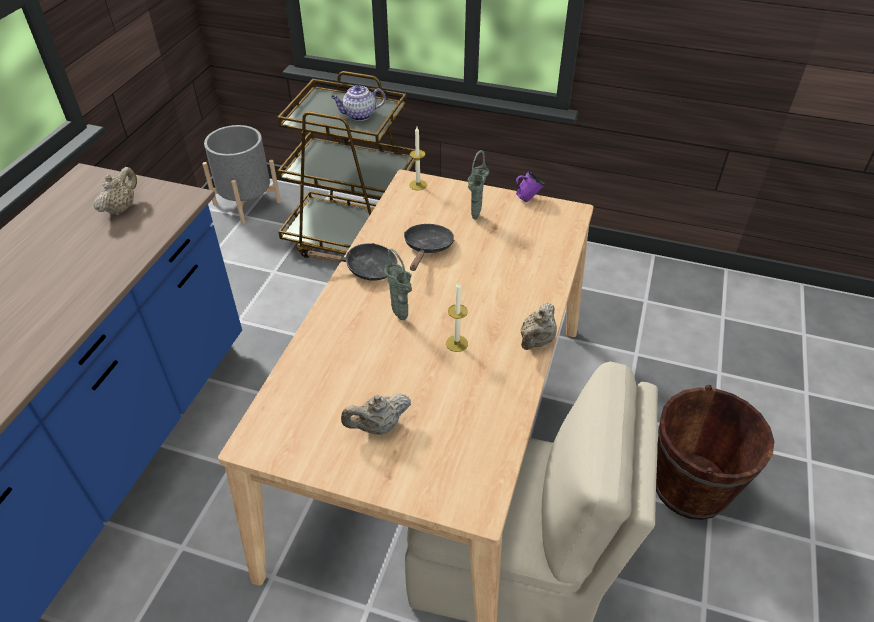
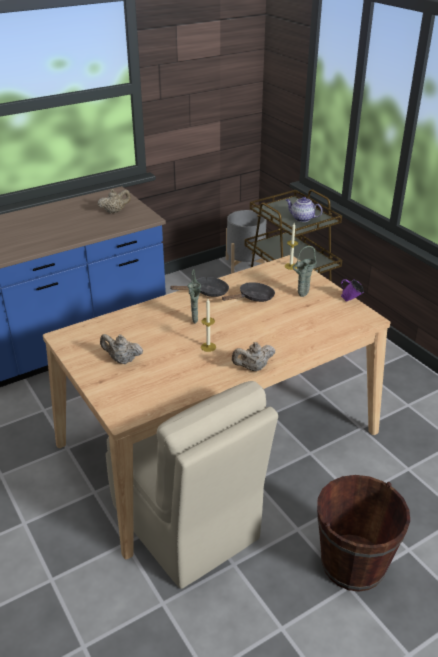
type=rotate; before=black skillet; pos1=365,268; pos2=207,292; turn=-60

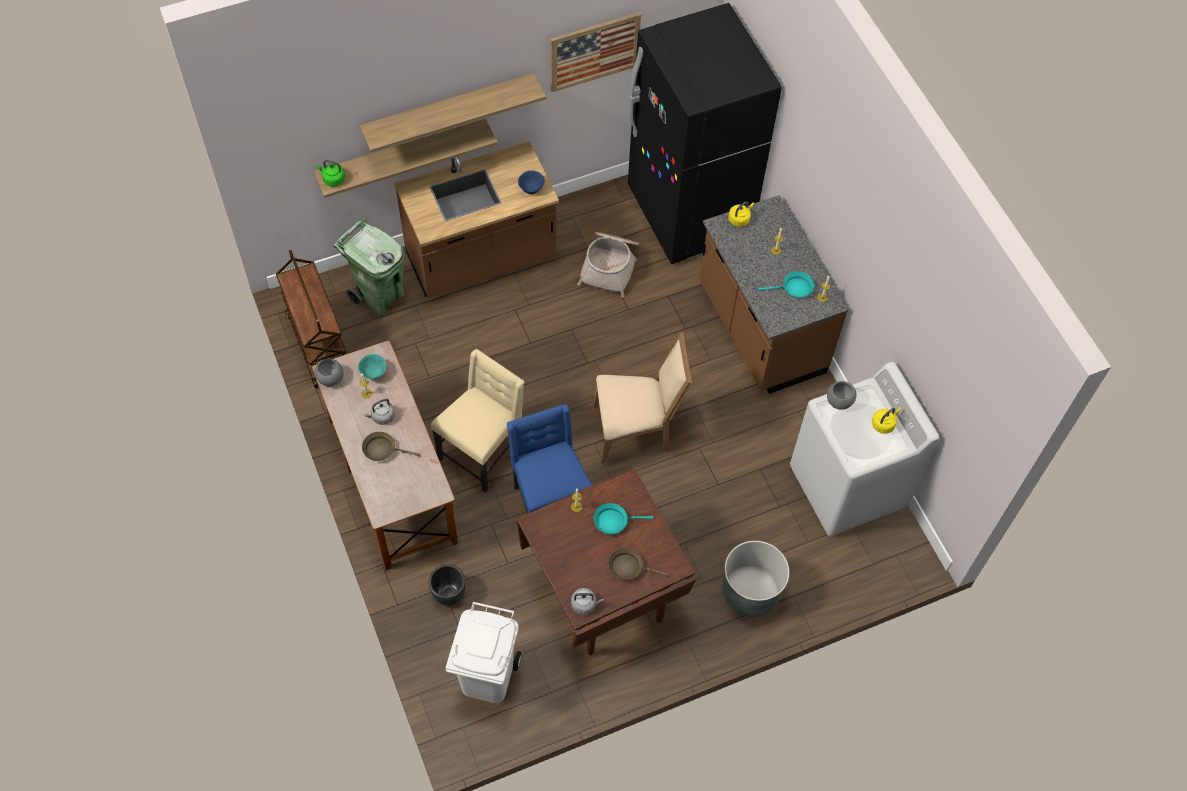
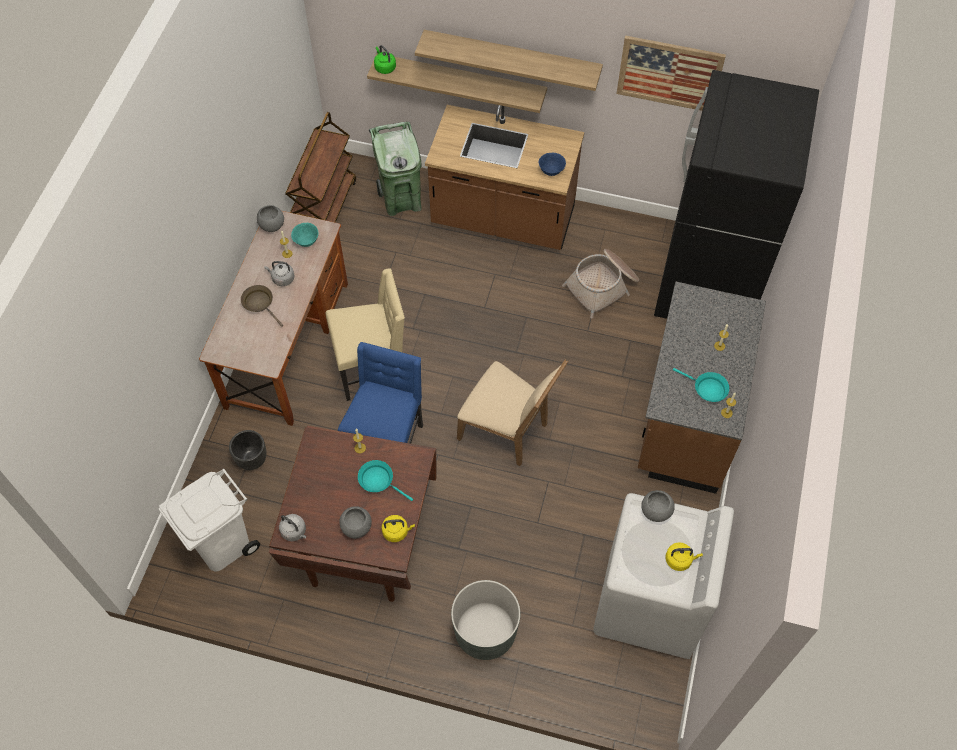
type=move; before=yellow-coloured kettle; pos1=739,219; pos2=397,531
type=replace; before=brown skillet; after=greyish deep dish; pos1=628,567; pos2=356,527

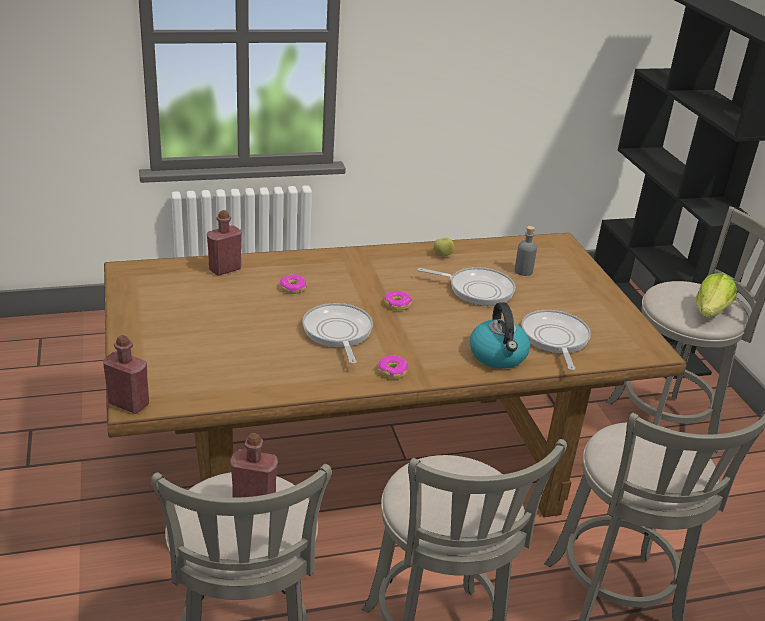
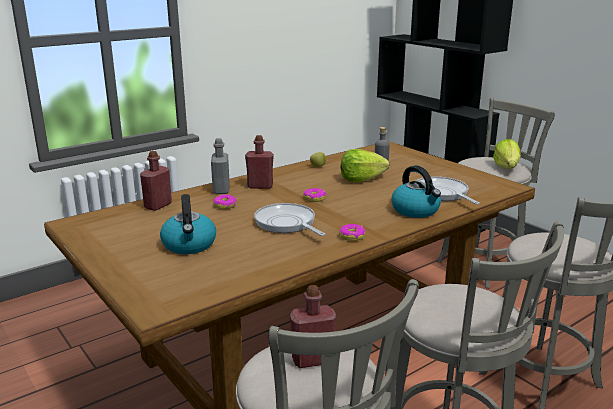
type=replace; before=skillet; after=lettuce head; pos1=477,289; pos2=361,179
type=move; before=red bottle; pos1=129,404; pos2=260,186
type=insert; after=greyish bottle; pos2=221,190
type=insert; after=kettle; pos2=189,245

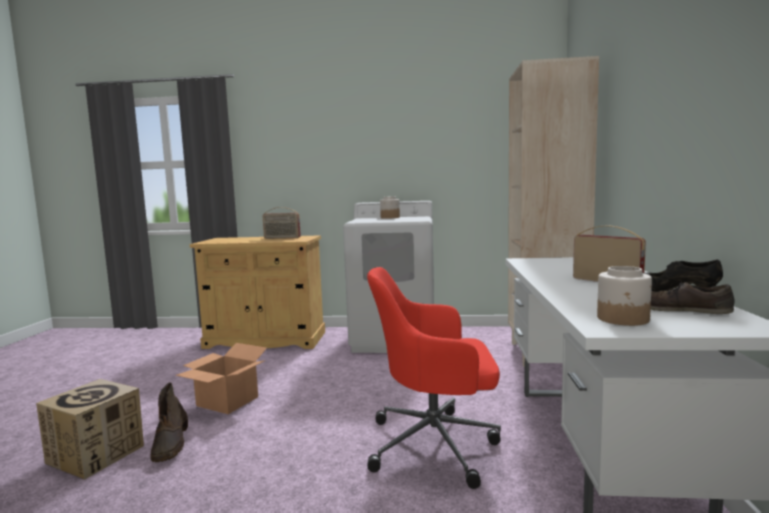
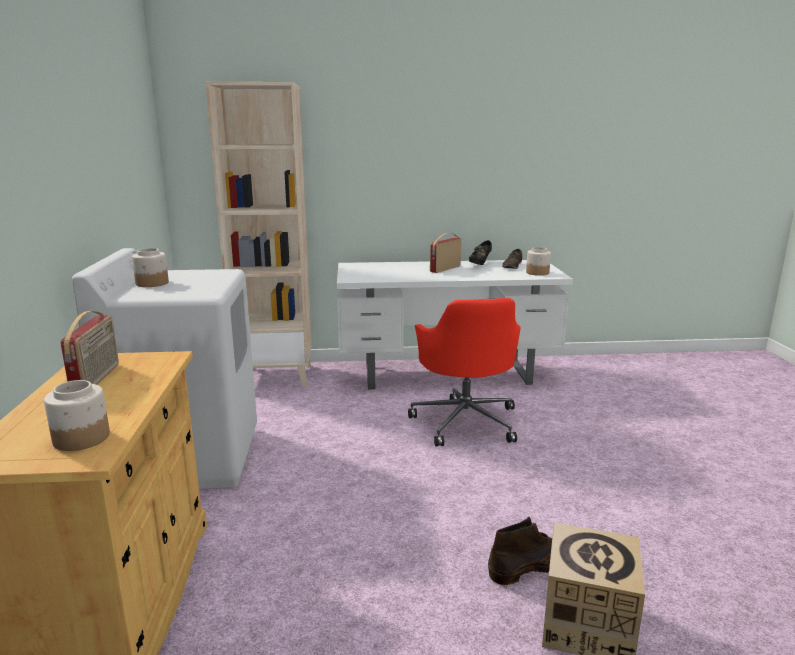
type=delete; before=packing box; pos1=228,401
type=insert; after=preserve jar; pos2=81,439

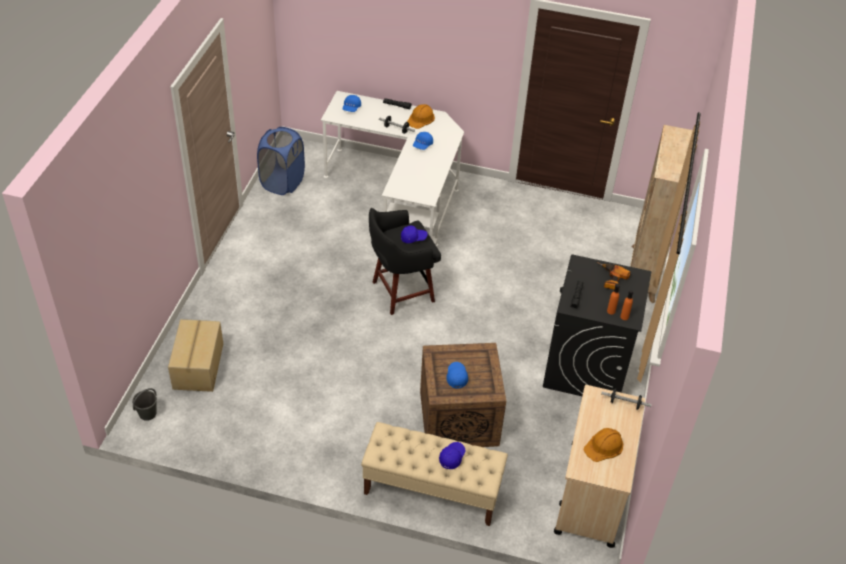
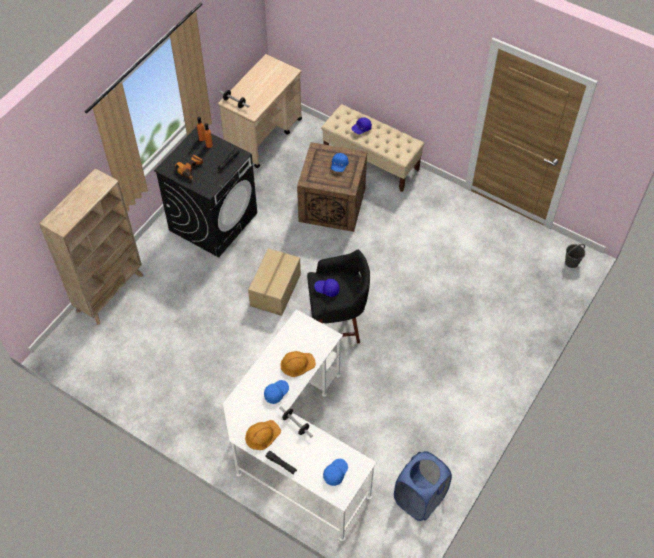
type=move; before=packing box; pos1=197,366; pos2=276,290
type=move; before=orange hard hat; pos1=604,446; pos2=297,363

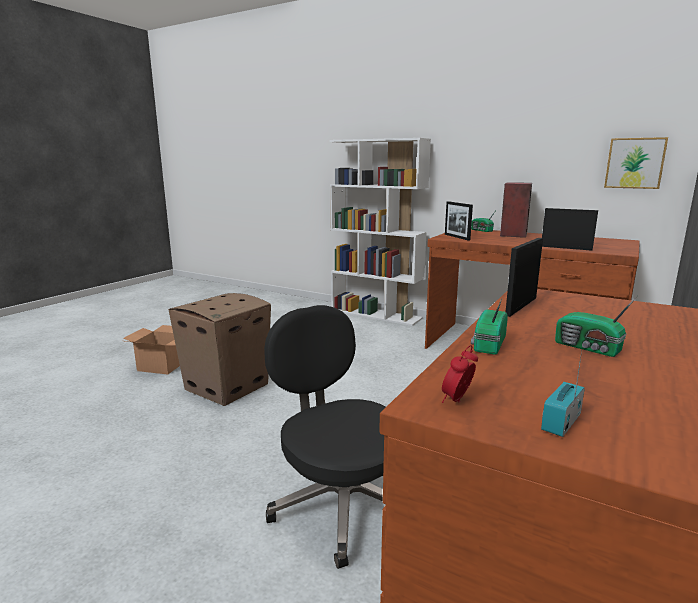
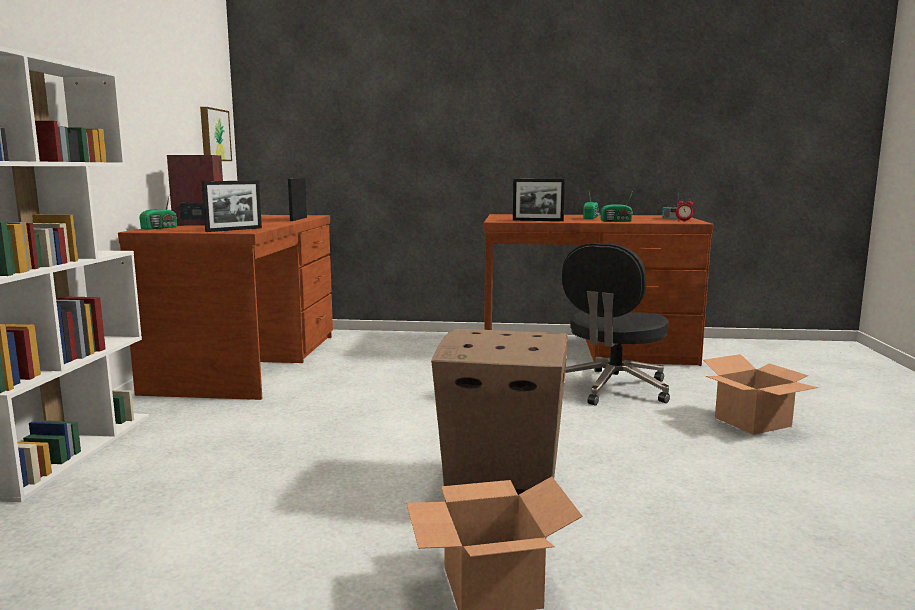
type=insert; after=packing box; pos2=753,421

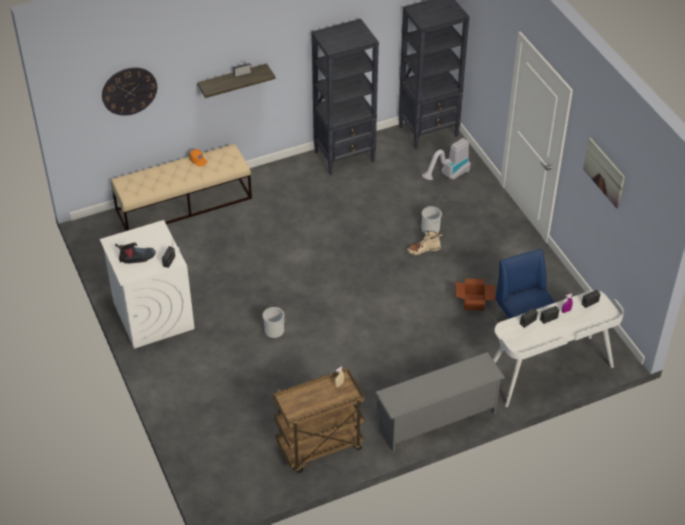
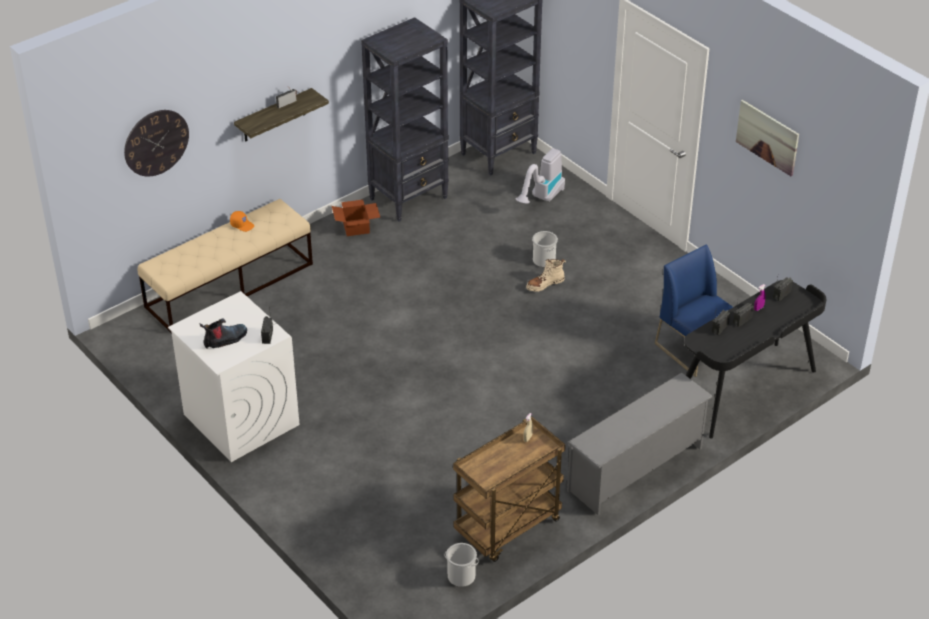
type=move; before=packing box; pos1=474,302; pos2=357,227
type=recolor; before=white desk; after=black desk; pos1=550,371; pos2=745,390
type=move; before=water bucket; pos1=274,331; pos2=461,576

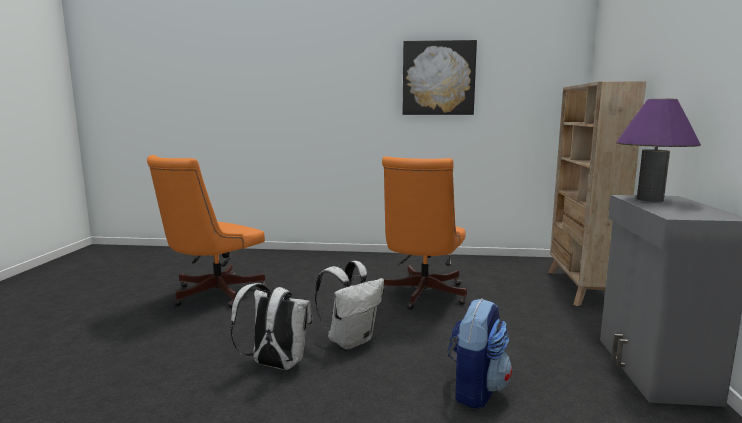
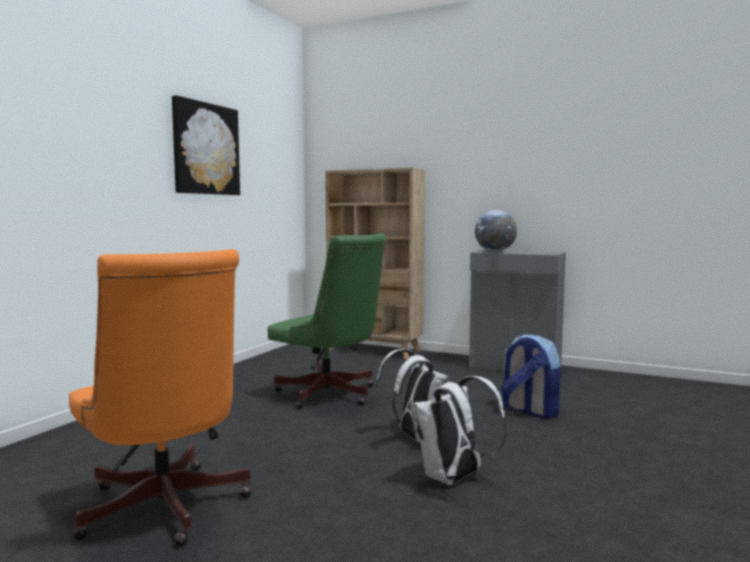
type=replace; before=purplish table lamp; after=desk globe; pos1=650,199; pos2=495,251
type=recolor; before=orange desk chair; after=green-coloured desk chair; pos1=421,295; pos2=331,395

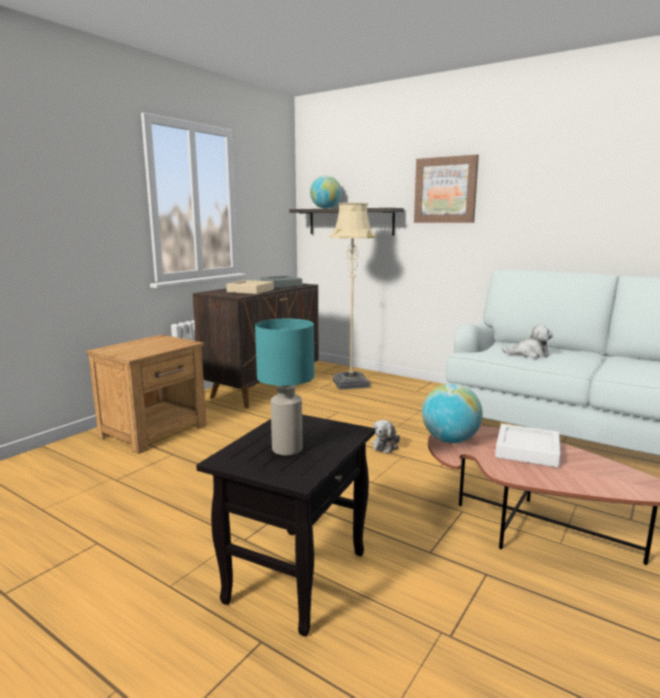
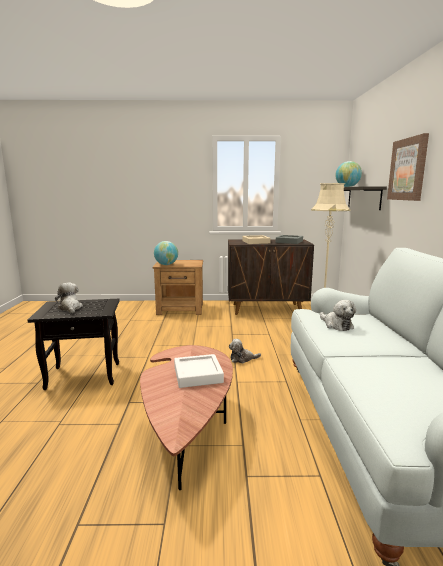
type=replace; before=turquoise-coloured table lamp; after=plush toy; pos1=288,449; pos2=70,308
type=move; before=desk globe; pos1=450,440; pos2=166,265

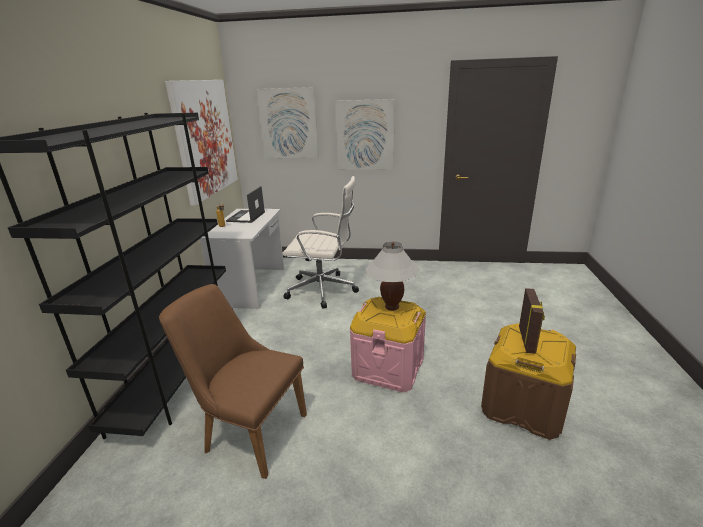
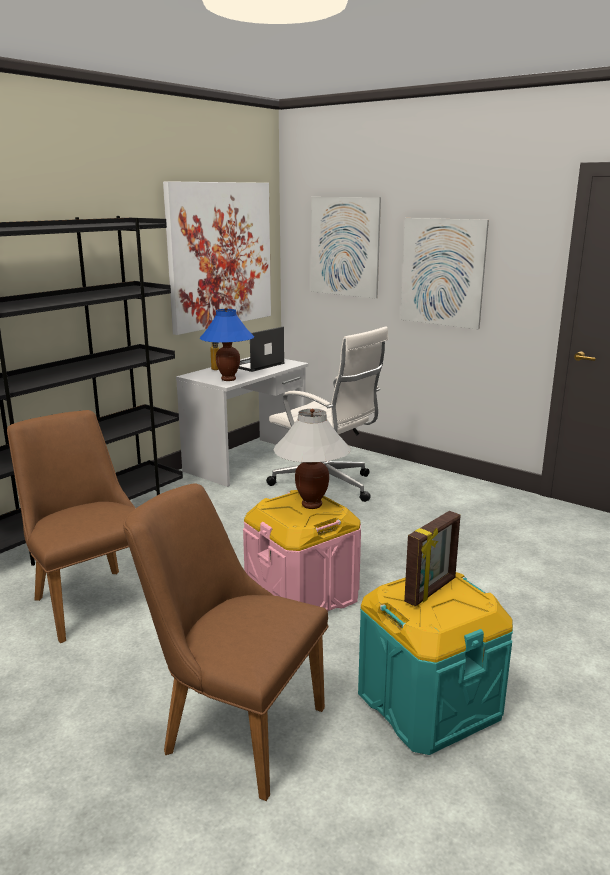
type=recolor; before=brown storage container; after=turquoise-coloured storage container; pos1=523,406; pos2=428,703
type=insert; after=bluish table lamp; pos2=228,379
type=insert; after=brown upright chair; pos2=231,726

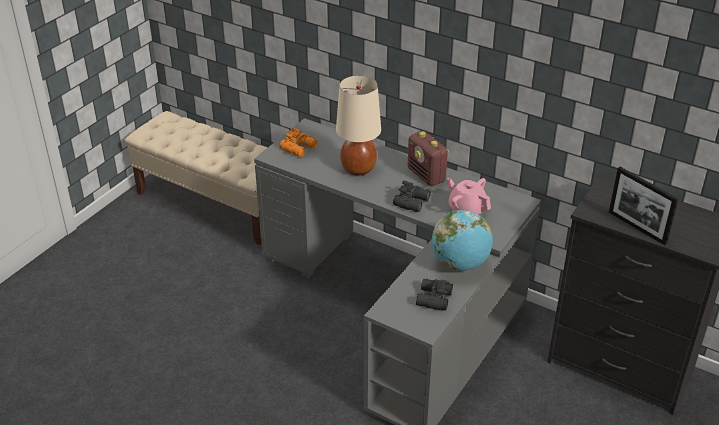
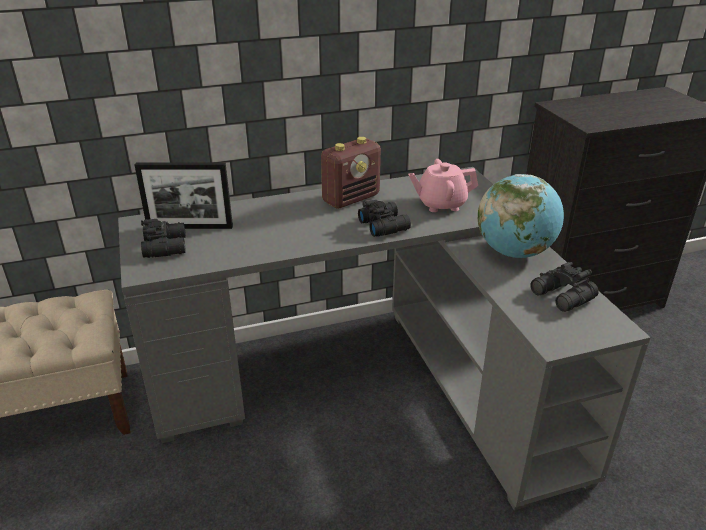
type=delete; before=beige table lamp; pos1=358,168
type=recolor; before=orange field glasses; after=black field glasses; pos1=299,148; pos2=166,246
type=rotate; before=radio receiver; pos1=426,176; pos2=351,199; turn=-45
type=move; before=photo frame; pos1=637,227; pos2=190,227

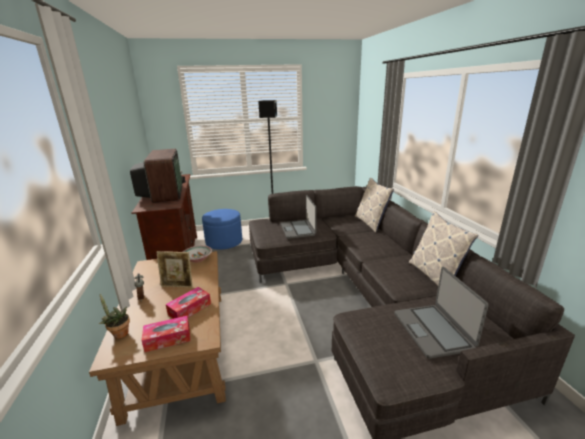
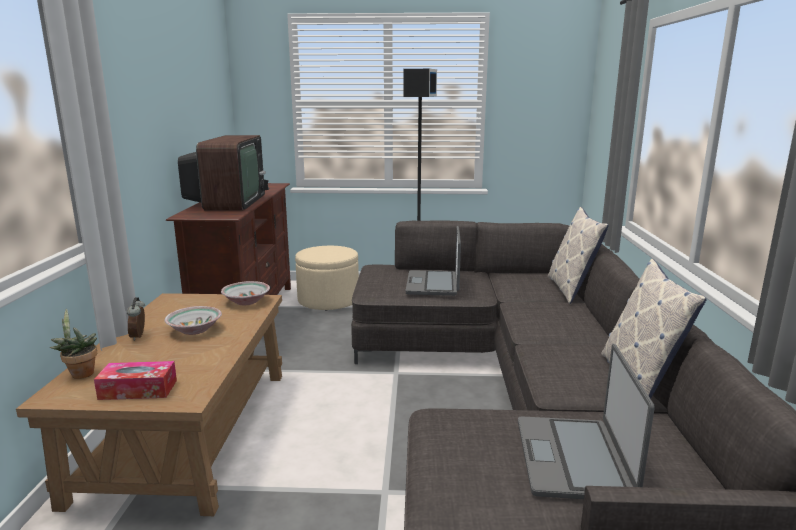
type=recolor; before=bluish footrest; after=beige footrest; pos1=224,242; pos2=328,300
type=replace; before=photo frame; after=deep dish; pos1=177,286; pos2=195,330
type=delete; before=tissue box; pos1=189,309

